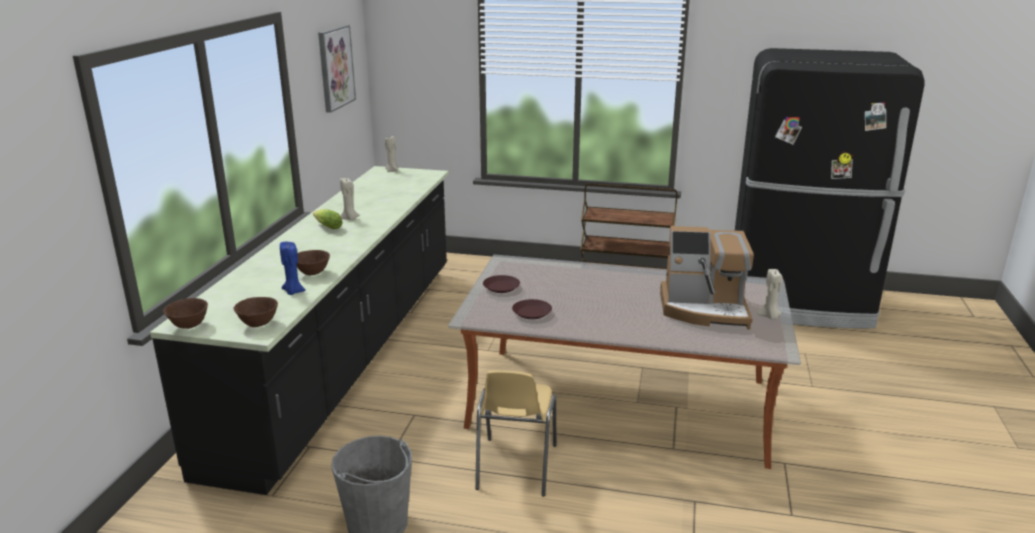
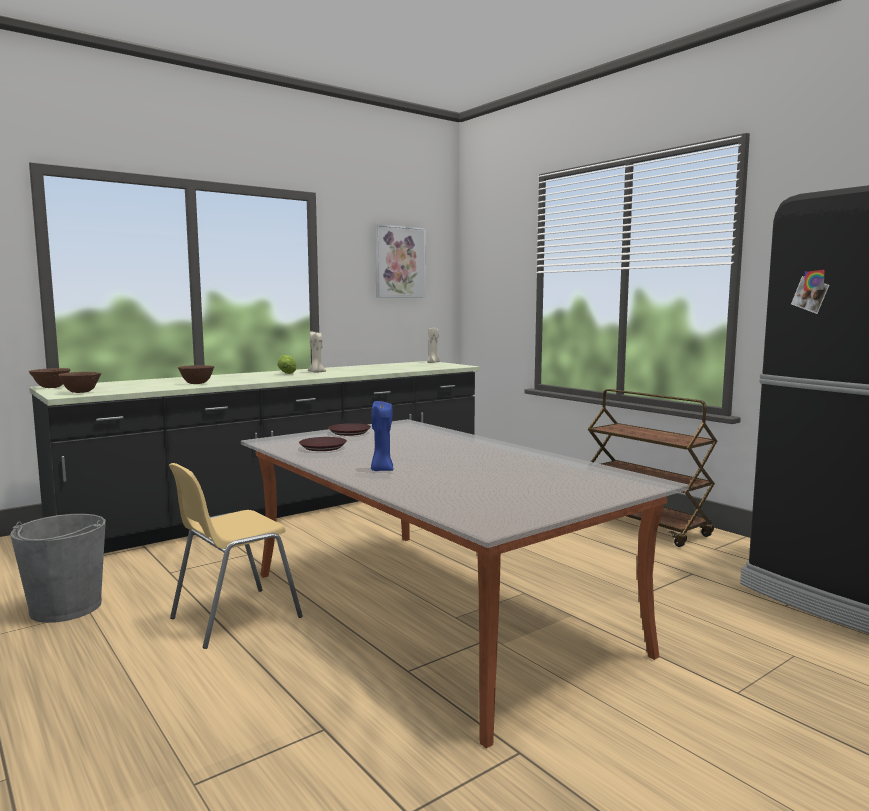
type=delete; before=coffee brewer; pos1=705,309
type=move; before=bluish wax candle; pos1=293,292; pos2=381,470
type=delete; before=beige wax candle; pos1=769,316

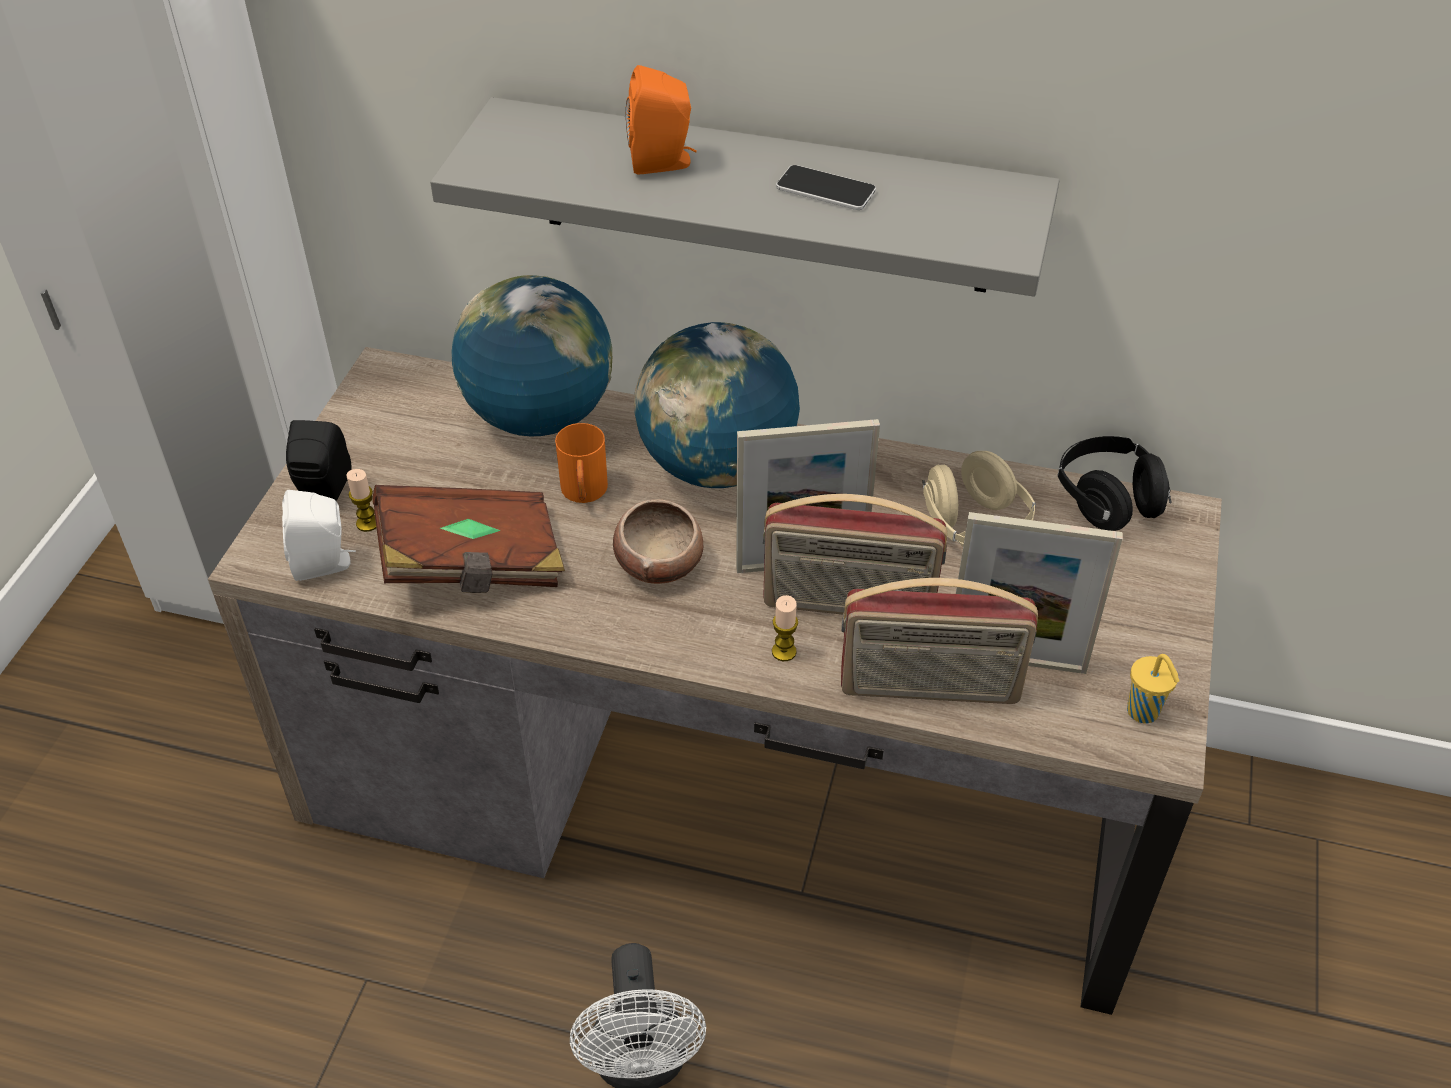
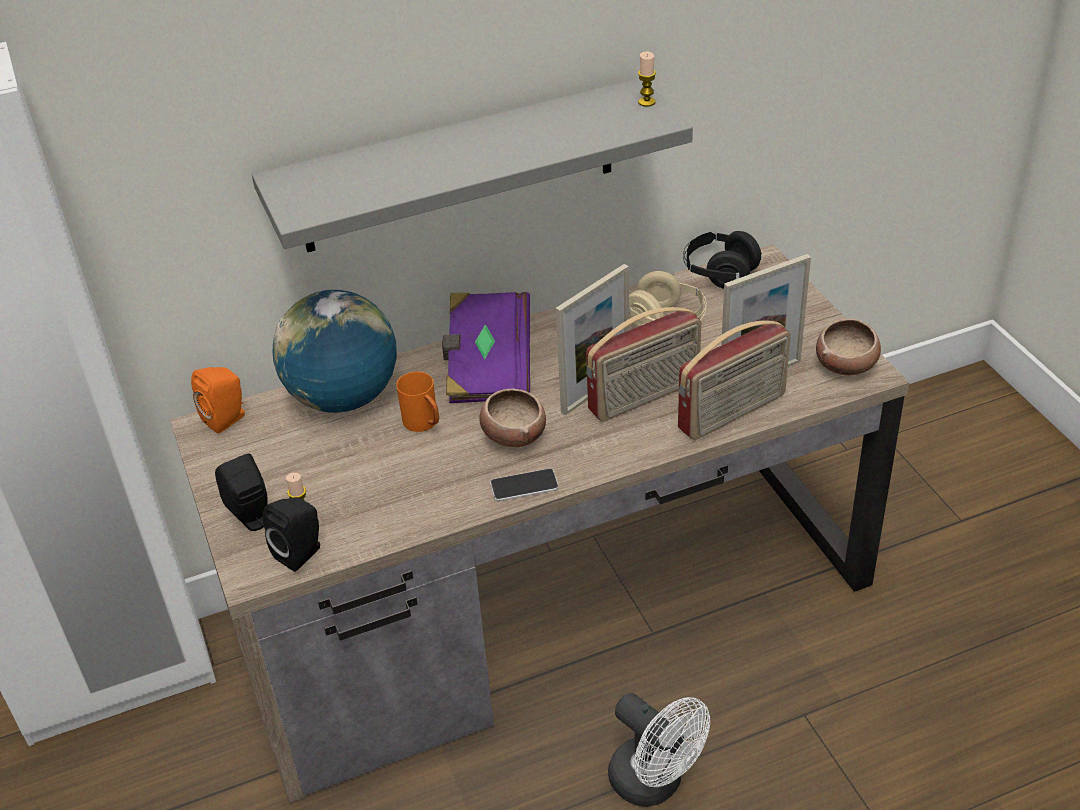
type=move; before=orange loudspeaker; pos1=663,162; pos2=227,418
type=move; before=phone; pos1=825,190; pos2=524,486
type=replace; before=desk globe; after=purplish bound book; pos1=717,466; pos2=488,367
type=delete; before=brown bound book; pos1=472,564
type=recolor; before=white loudspeaker; after=black loudspeaker; pos1=325,564; pos2=301,553
type=move; before=wax candle; pos1=784,652; pos2=646,102
type=replace; before=yellow-coloured small cup; after=deep dish; pos1=1144,713; pos2=846,364

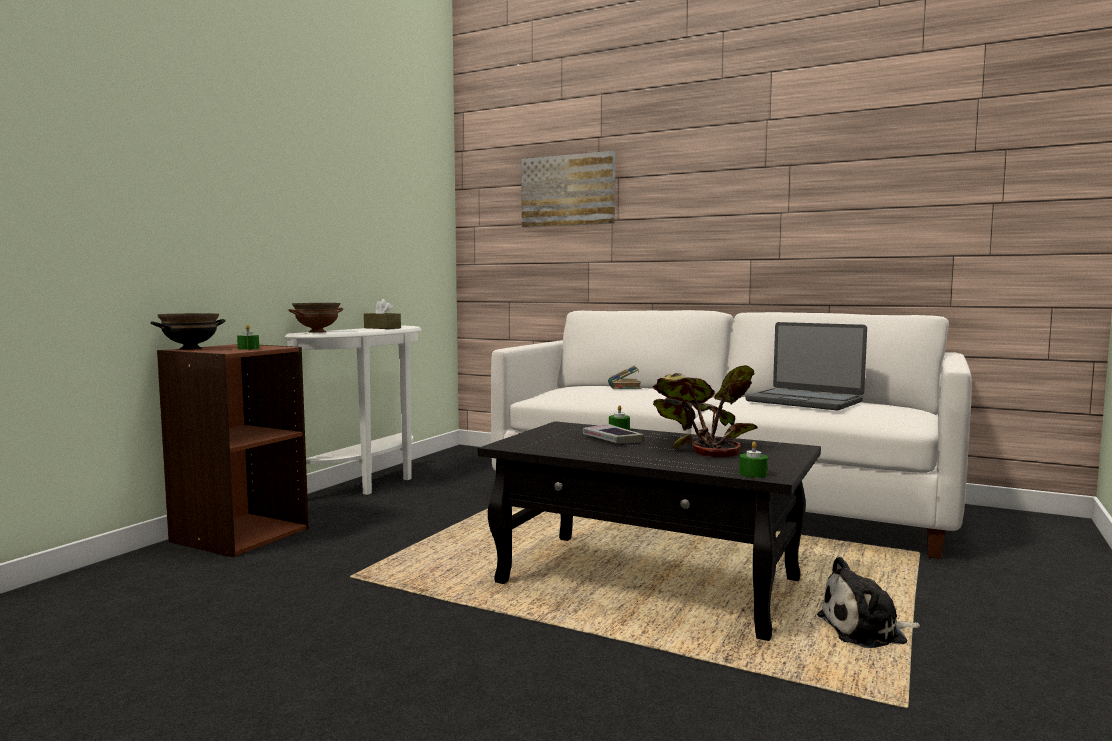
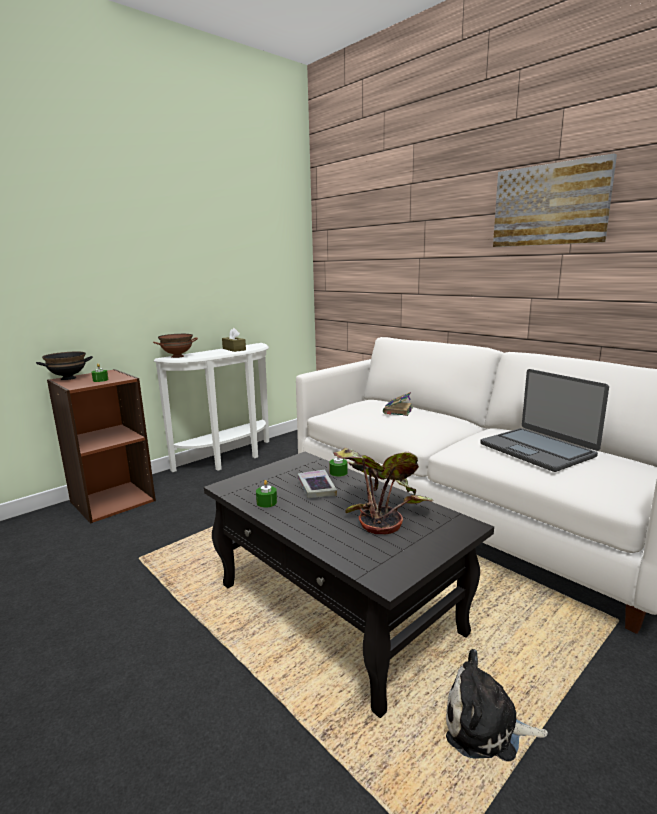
type=move; before=wall picture; pos1=568,190; pos2=550,205
type=move; before=green-coloured wax candle; pos1=753,474; pos2=266,502

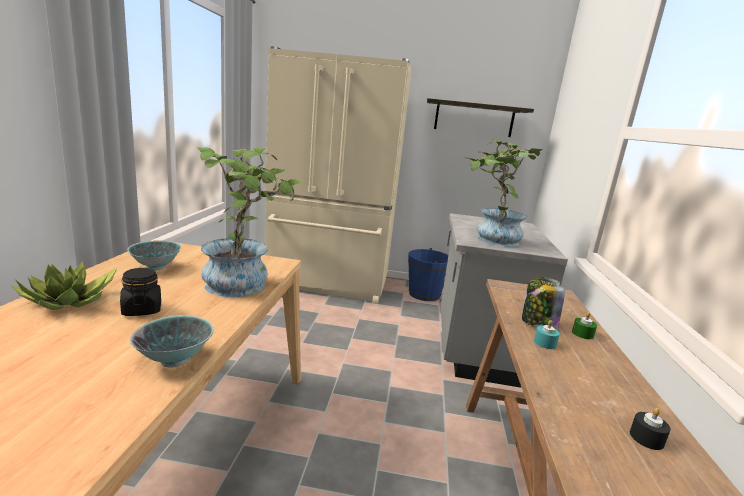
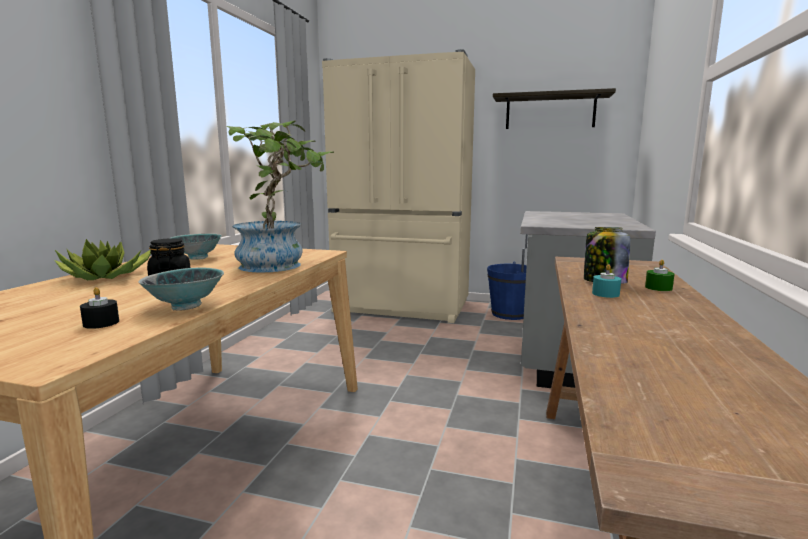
type=delete; before=houseplant; pos1=491,239
type=move; before=black wax candle; pos1=646,438; pos2=101,323

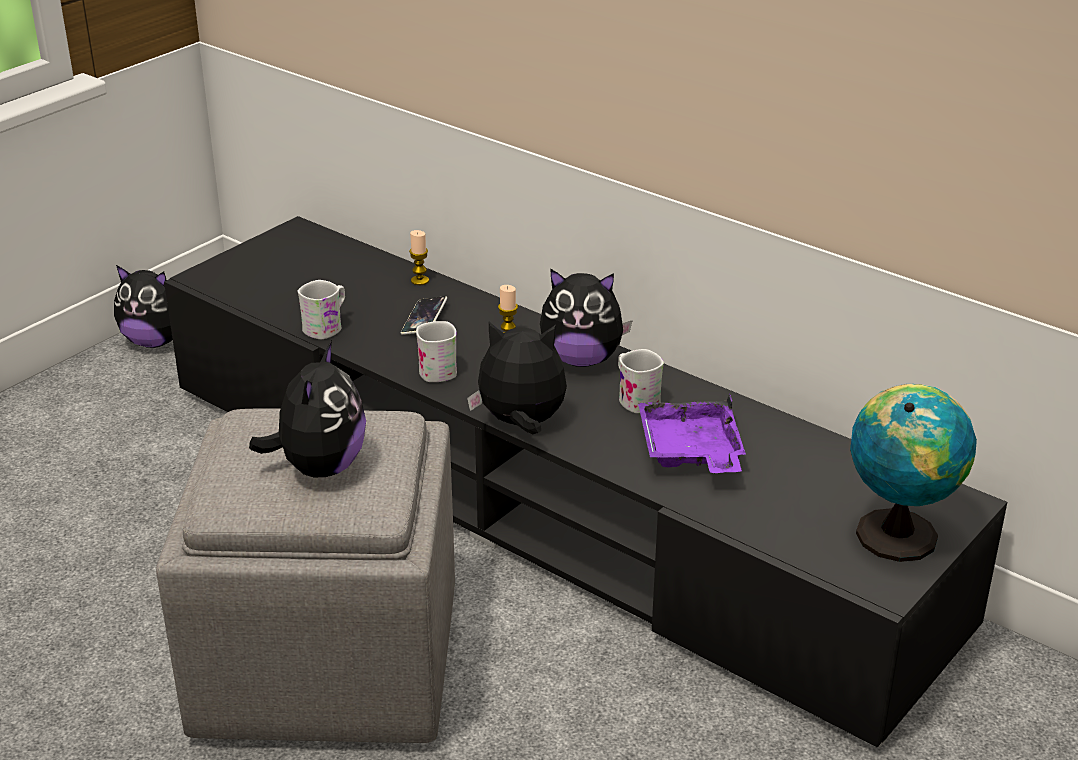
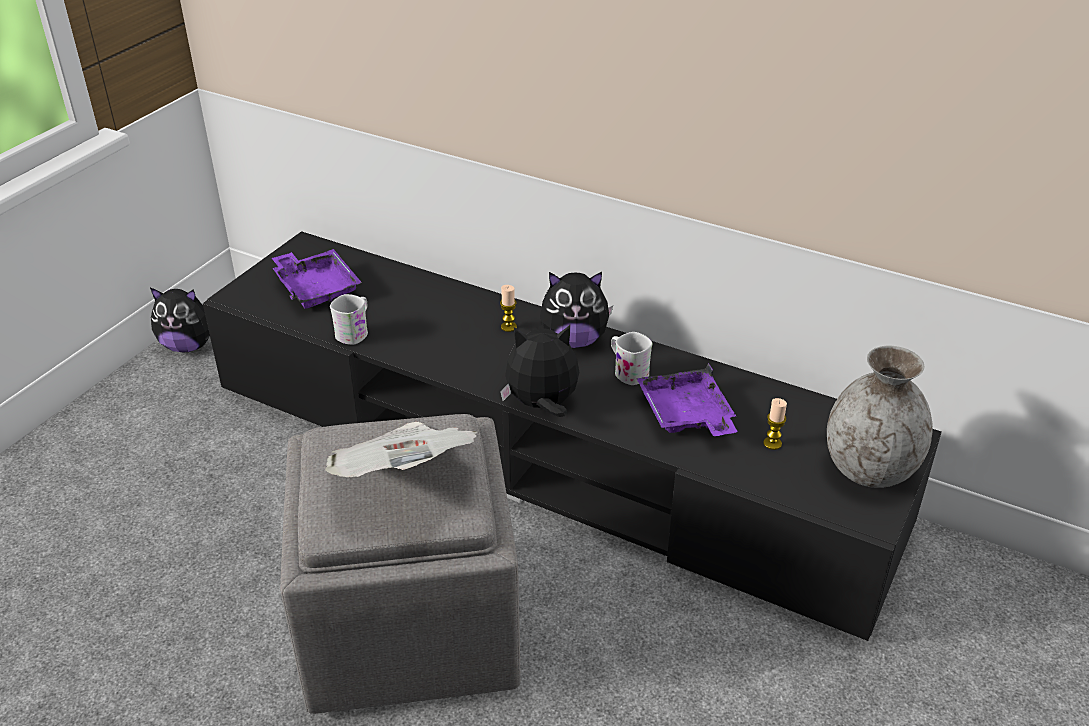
type=move; before=wax candle; pos1=420,281; pos2=772,443
type=delete; before=phone; pos1=424,319
type=delete; before=white tea mug; pos1=436,369
type=replace; before=plush toy; after=newspaper; pos1=319,467; pos2=404,478
type=replace; before=desk globe; after=greyish flower vase; pos1=898,532; pos2=868,469
type=insert; after=purplish serving tray; pos2=316,288

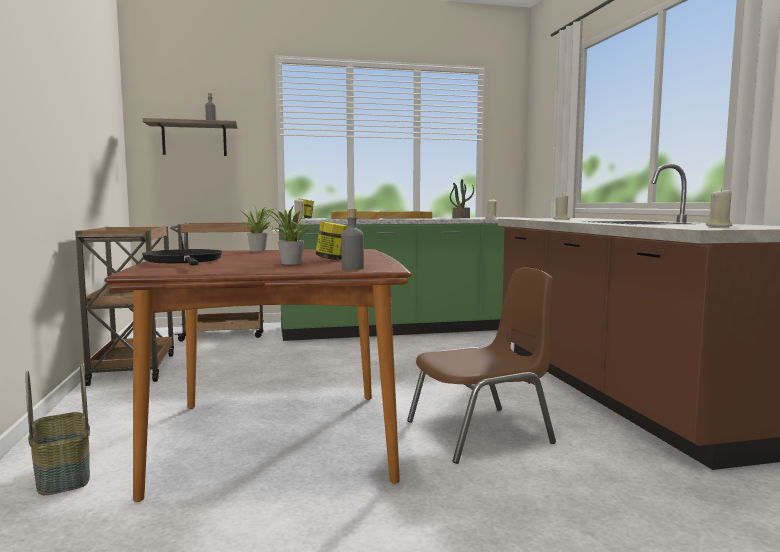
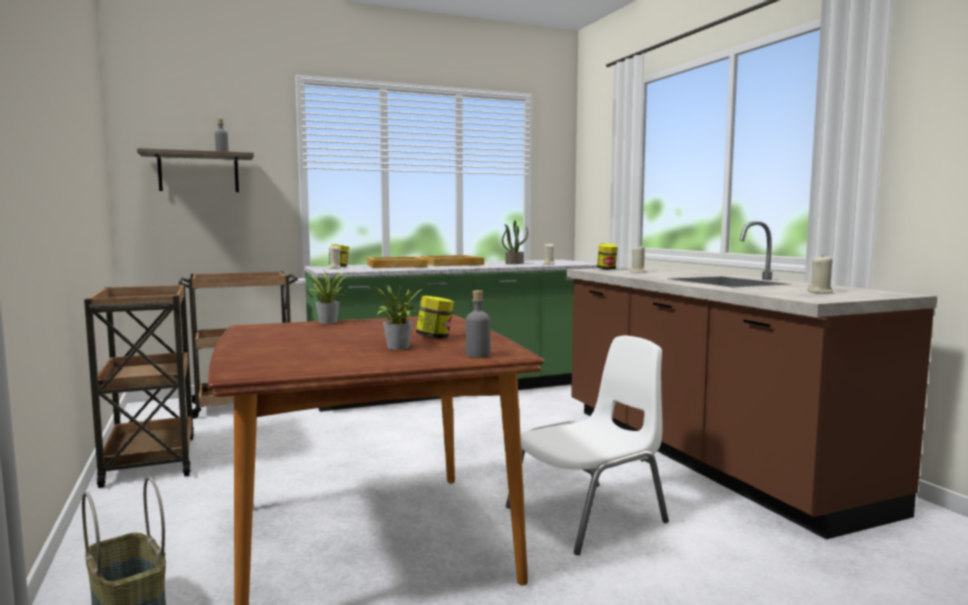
type=delete; before=black skillet; pos1=184,262
type=recolor; before=brown upright chair; after=white upright chair; pos1=481,432; pos2=589,515
type=insert; after=preserve jar; pos2=607,269

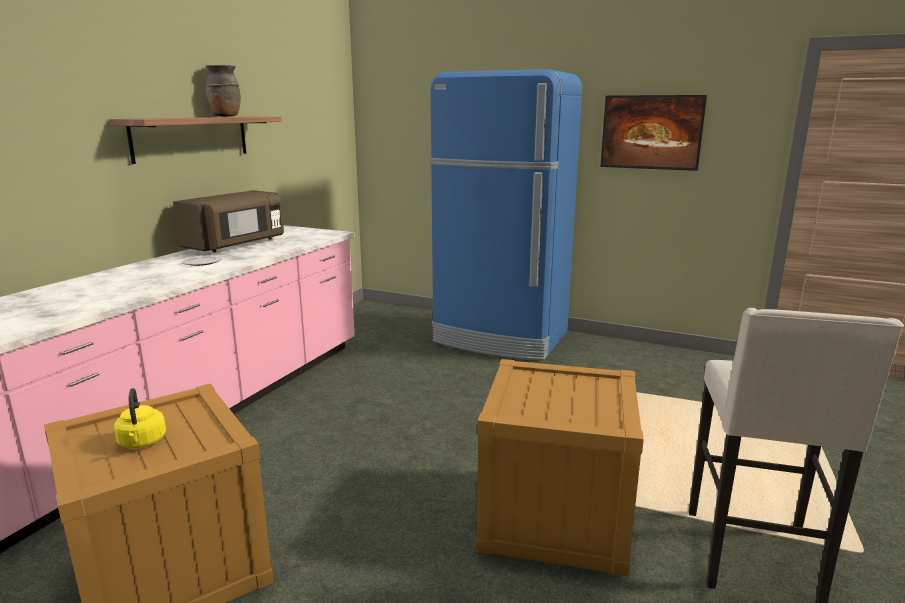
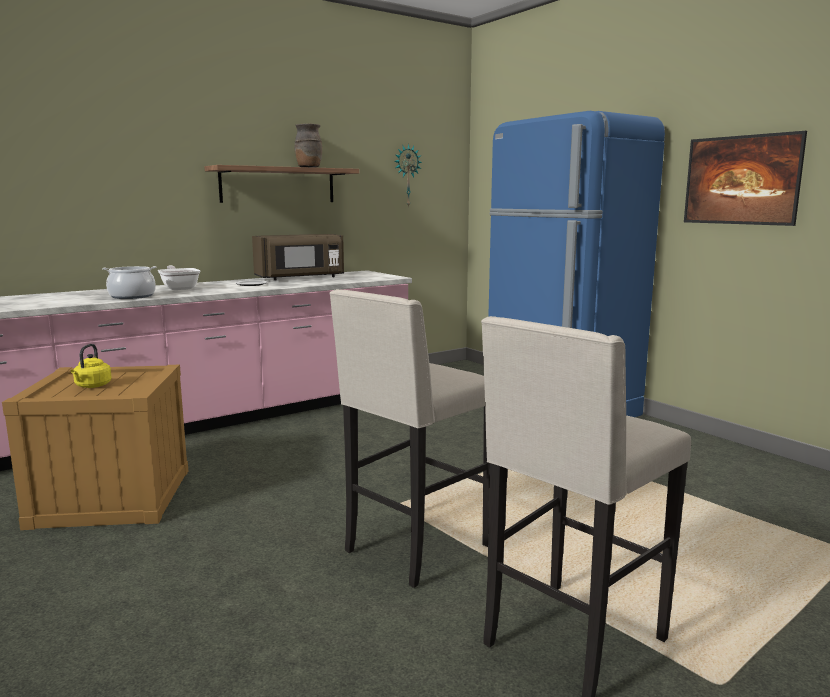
type=replace; before=crate; after=beige stool; pos1=554,517; pos2=414,549
type=insert; after=clock on the wall; pos2=406,175
type=insert; after=skillet; pos2=179,288
type=insert; after=stockpot; pos2=132,296

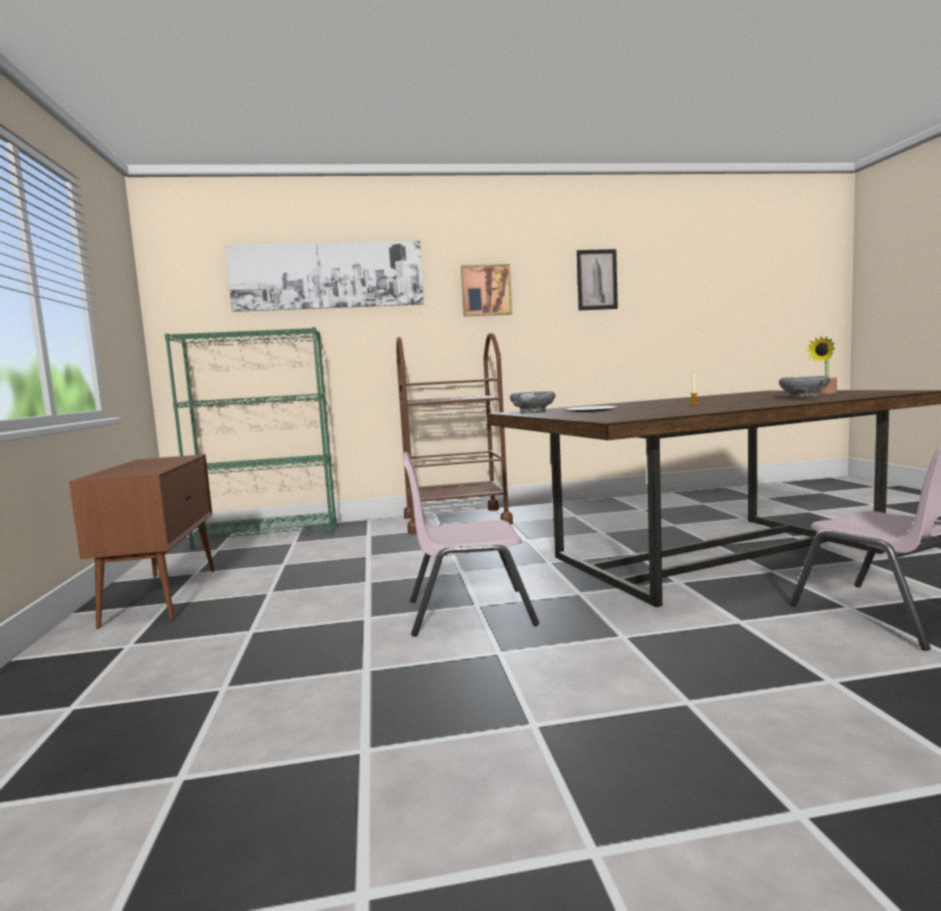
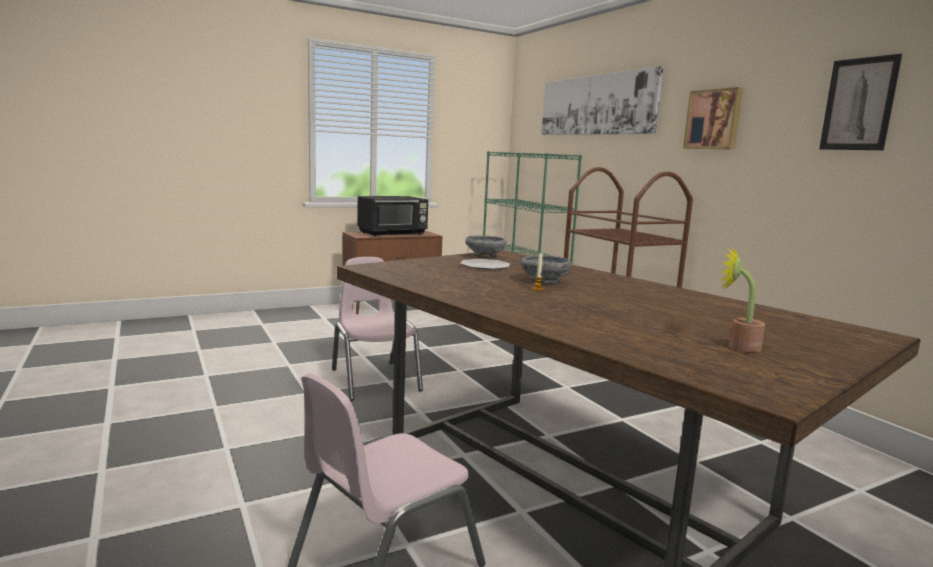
type=move; before=greyish deep dish; pos1=803,397; pos2=544,281
type=insert; after=black microwave; pos2=393,233

